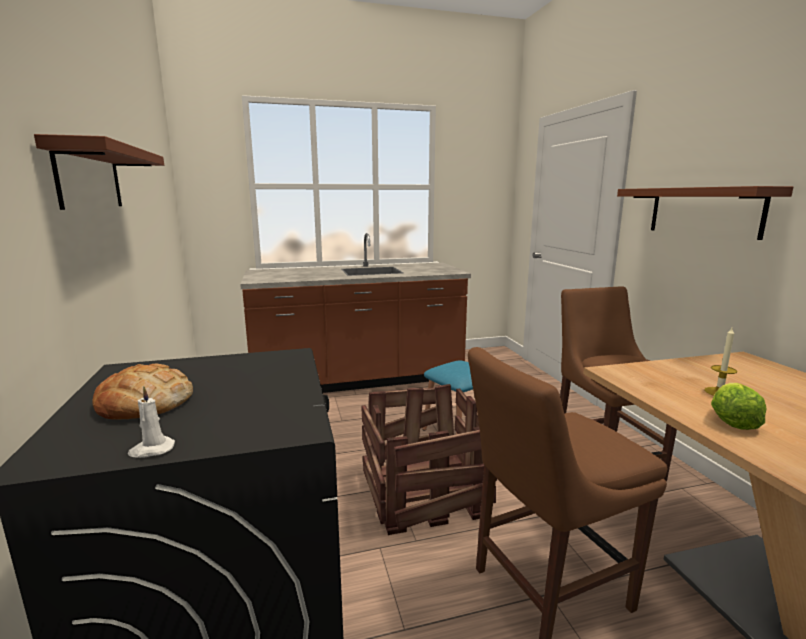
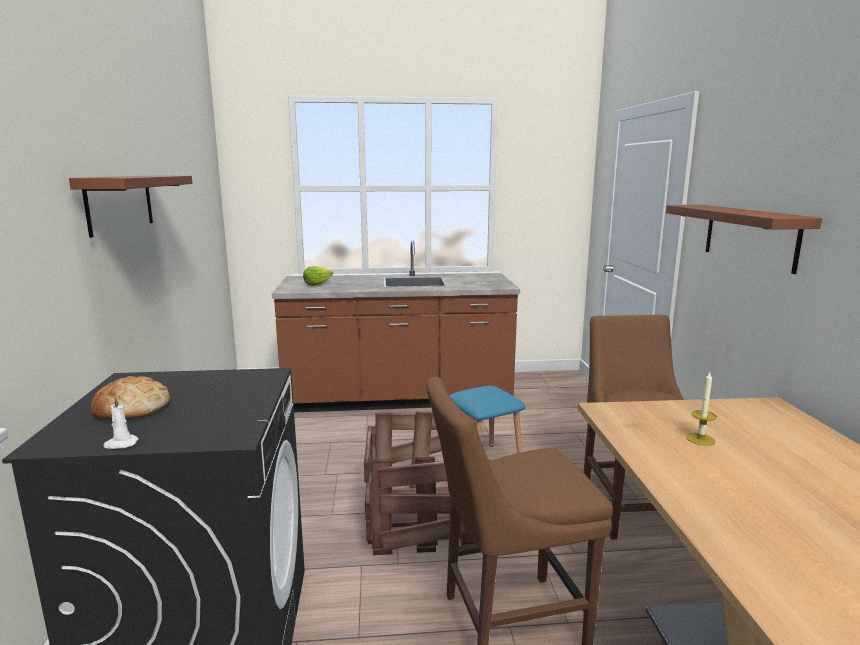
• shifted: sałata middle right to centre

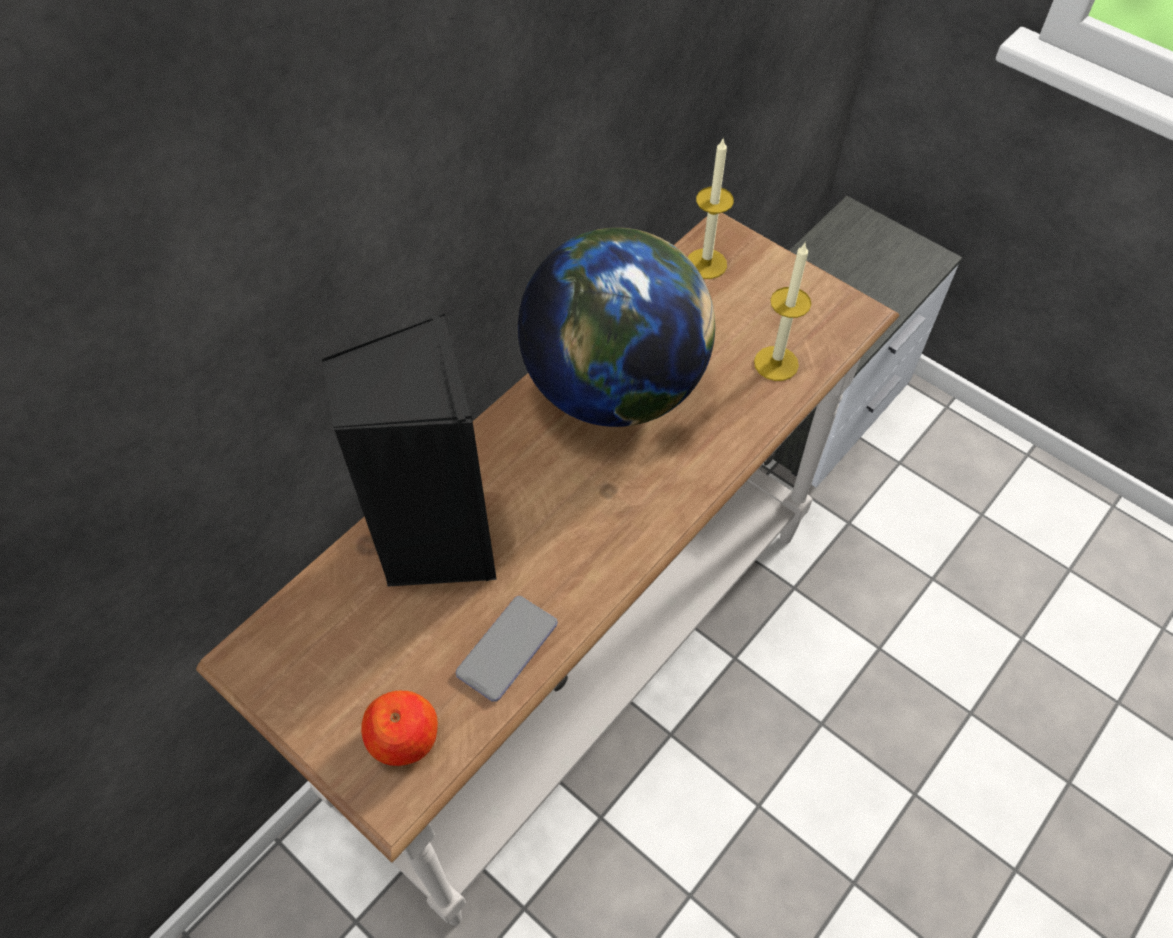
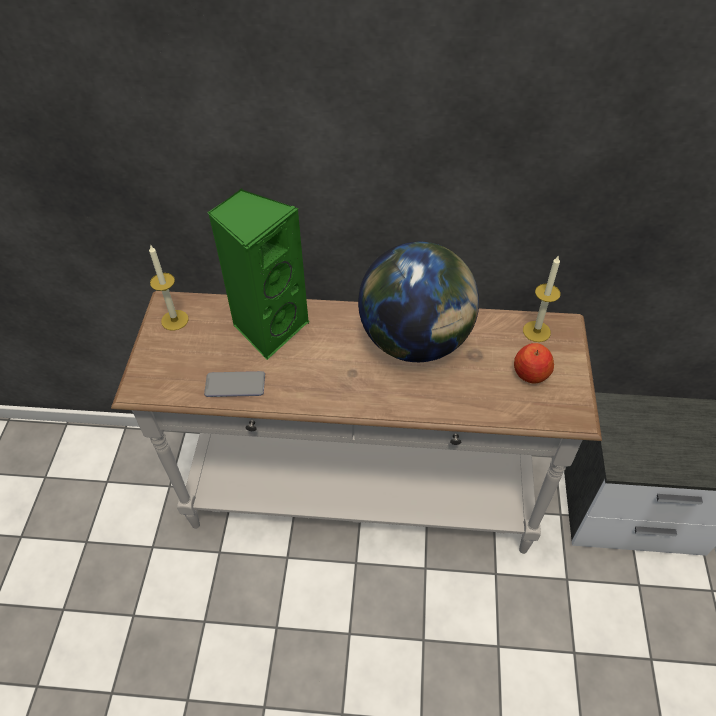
• shifted: świeca (no. 2 from left in the first image) top right to świeca (no. 1 from left) middle left
• repainted: głośnik [czarny] centre to głośnik [zielony] centre
• shifted: jabłko bottom centre to middle right

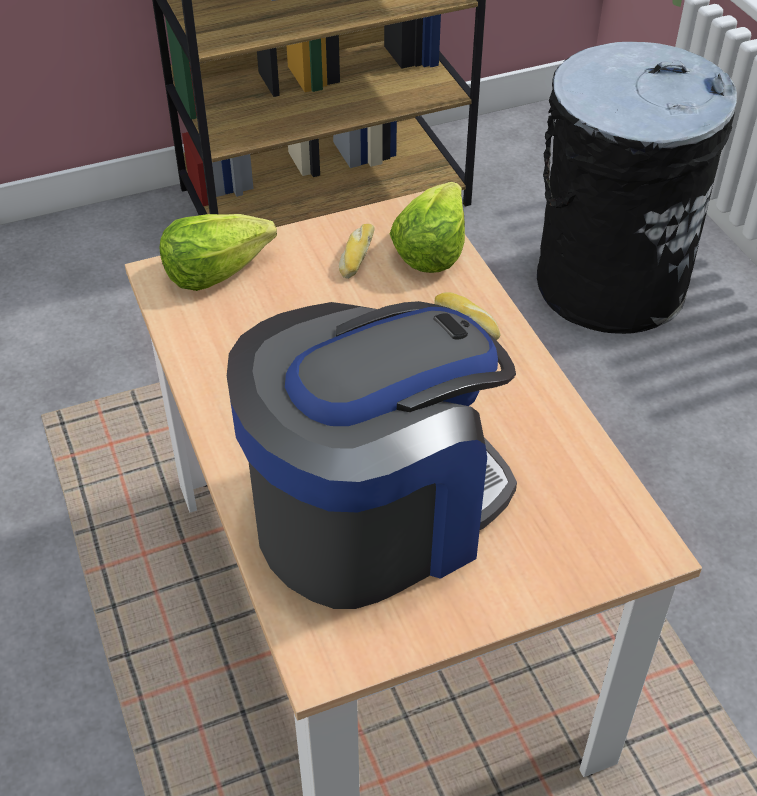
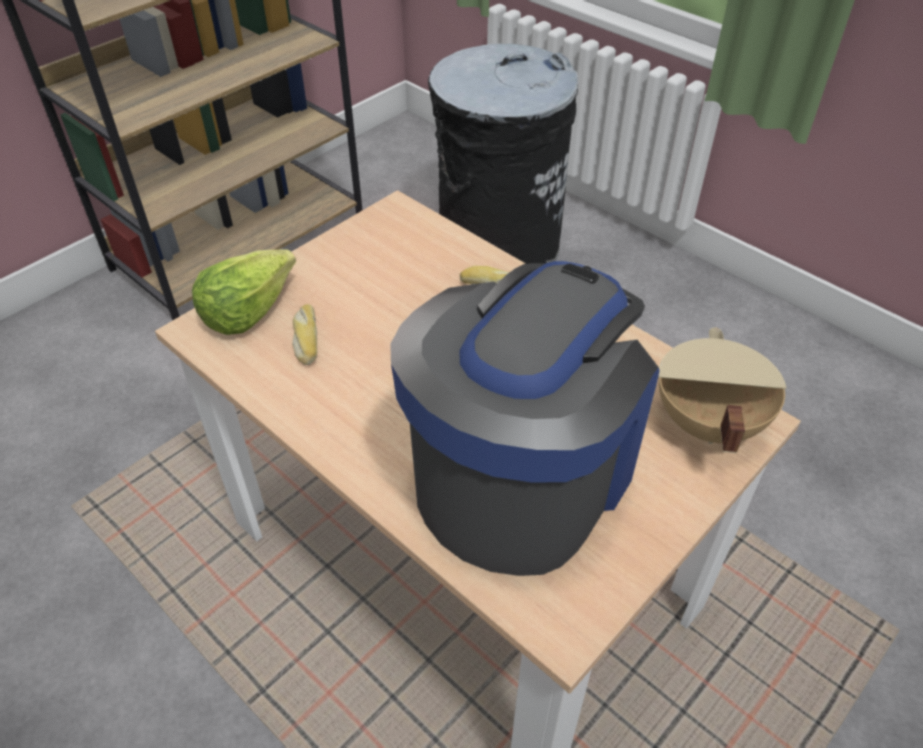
• gone: sałata (no. 2 from left) top centre
• shifted: chleb (no. 1 from left) top centre to middle left
• new: garnek [beżowy] middle right

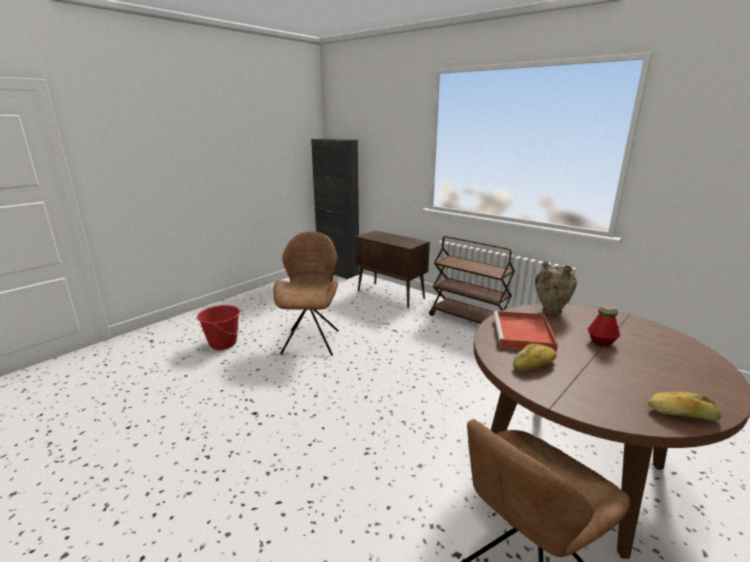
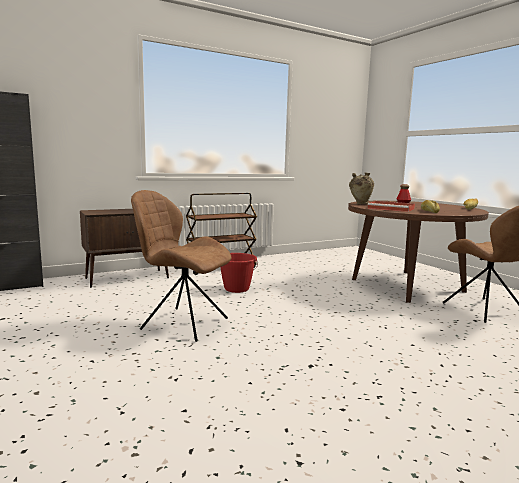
• shifted: wiadro [czerwony] middle left to centre

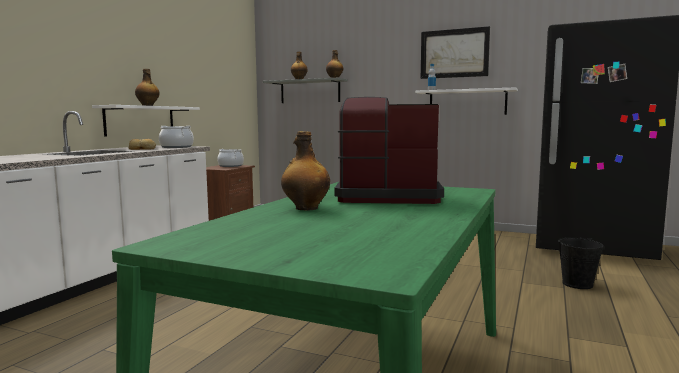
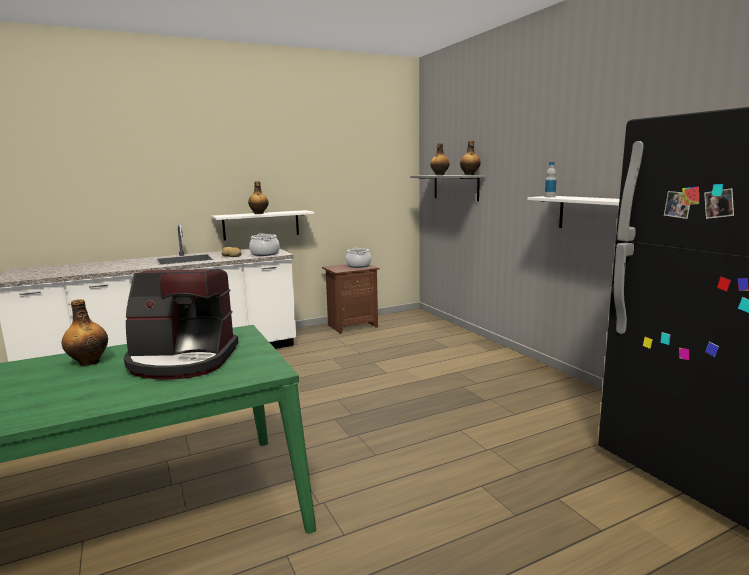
• gone: obraz top right
• rotated: ekspres do kawy centre = middle left 135 degrees clockwise
• gone: wiadro [czarny] bottom right

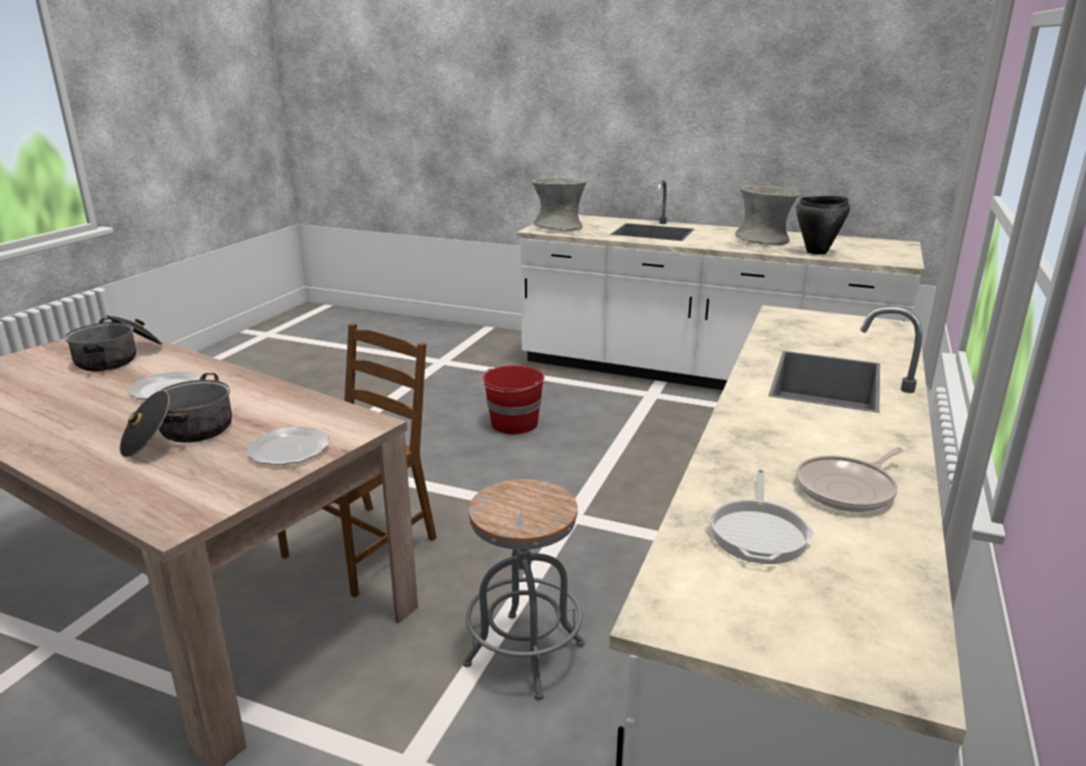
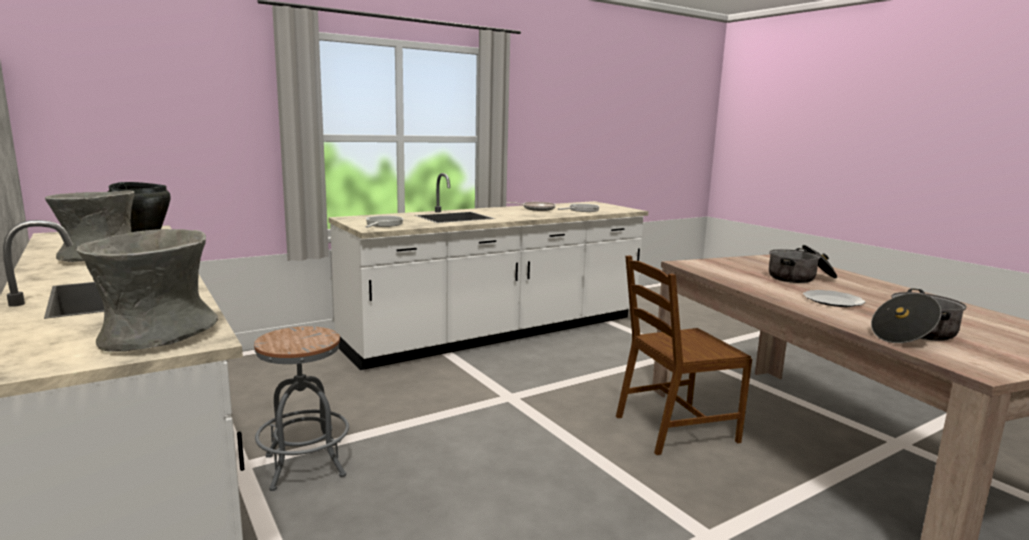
• gone: wiadro [czerwony] centre
• gone: talerz (no. 2 from left) middle left
• shifted: stołek [szary] bottom centre to bottom left
• new: patelnia (no. 1 from left) centre

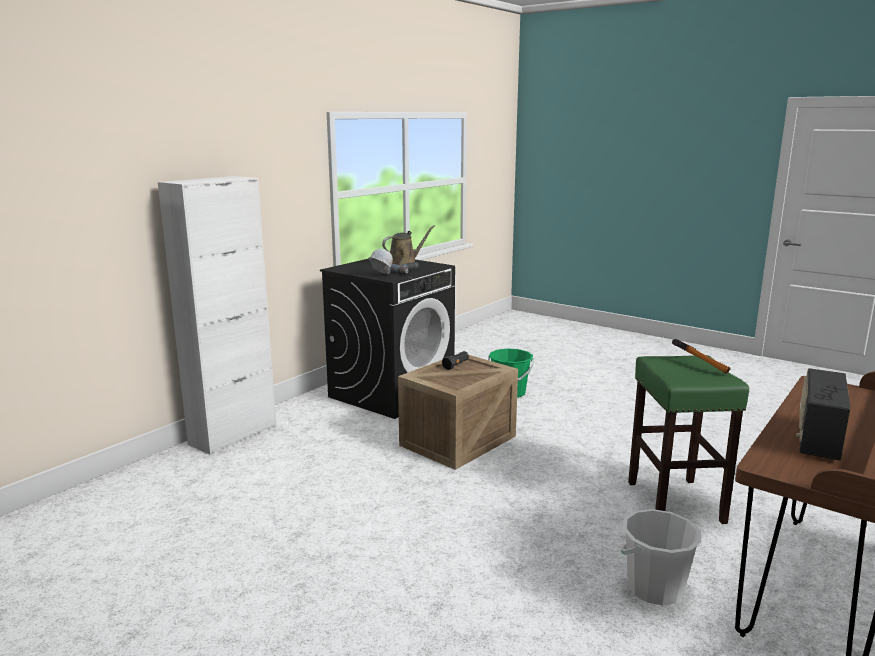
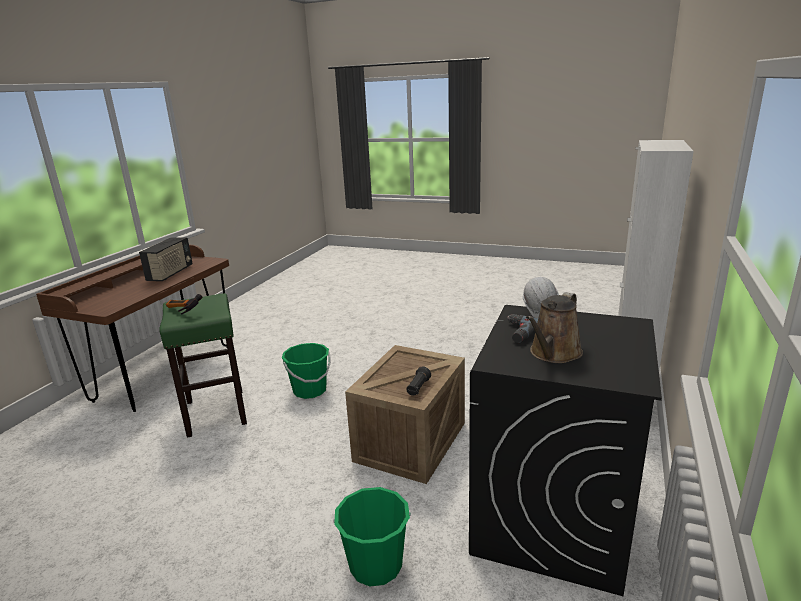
• gone: wiadro [biały] bottom right
• new: wiadro [zielony] (no. 1 from left) centre

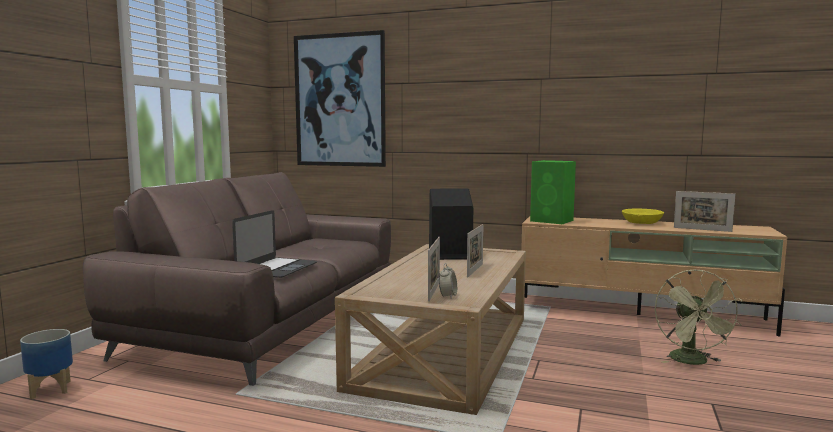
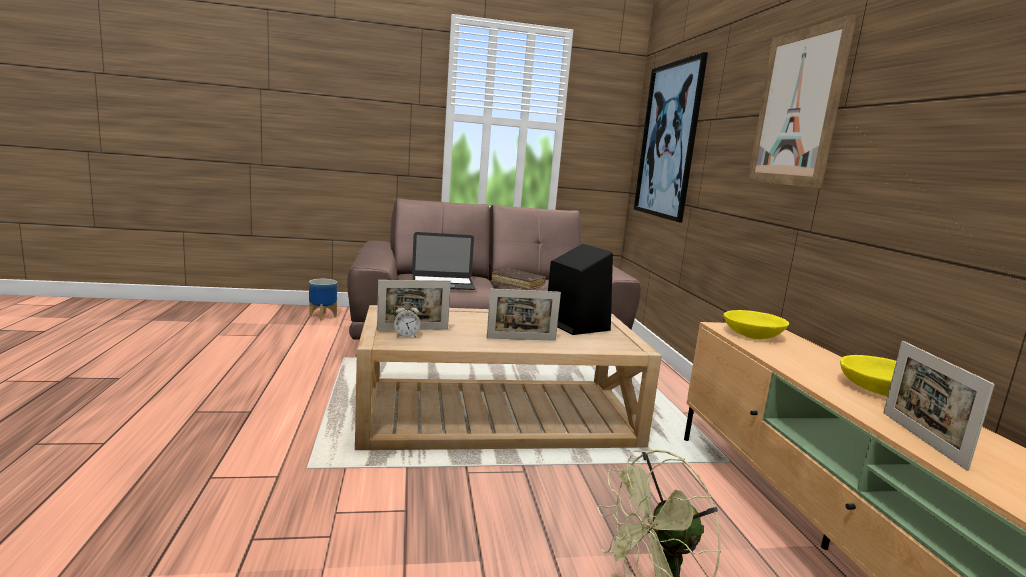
• swapped: głośnik [zielony] centre to miska [żółty] (no. 1 from left) middle right
• new: obraz (no. 2 from left) top right
• new: książka [brązowy] centre

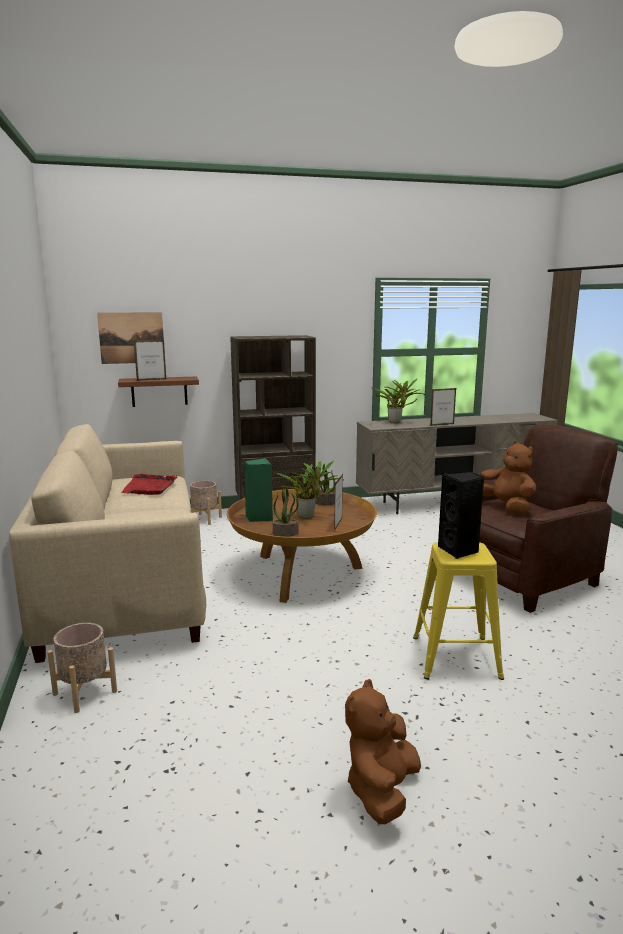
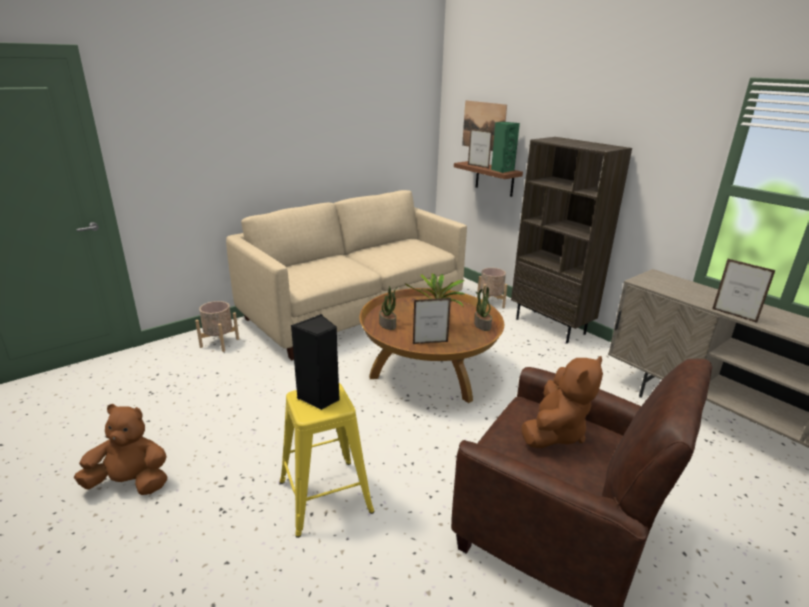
• gone: roślina doniczkowa (no. 4 from left) centre
• shifted: głośnik [zielony] centre to top centre
• gone: taca [czerwony] middle left

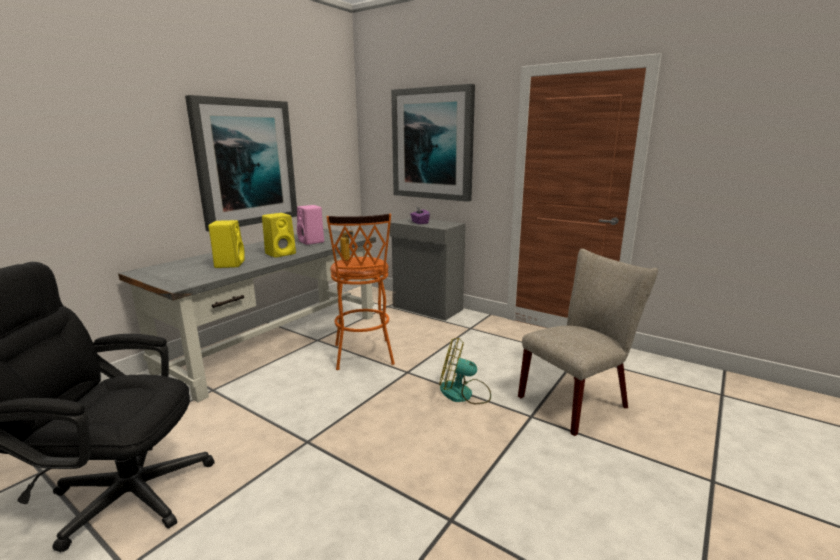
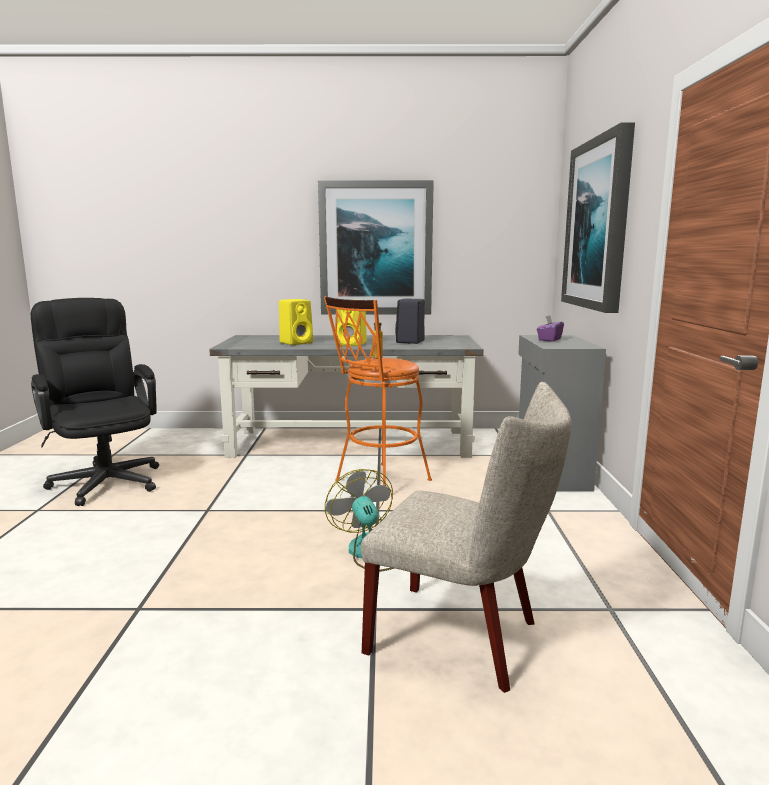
• repainted: głośnik [różowy] centre to głośnik [czarny] centre

